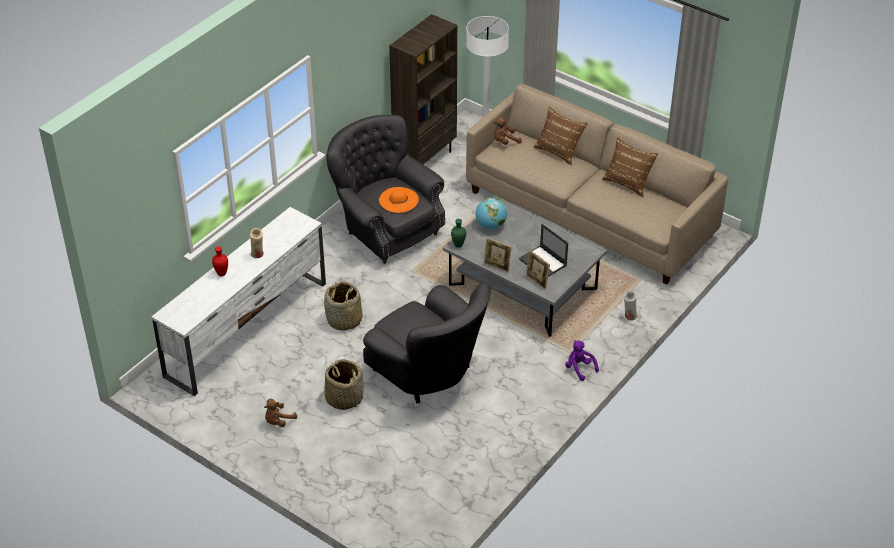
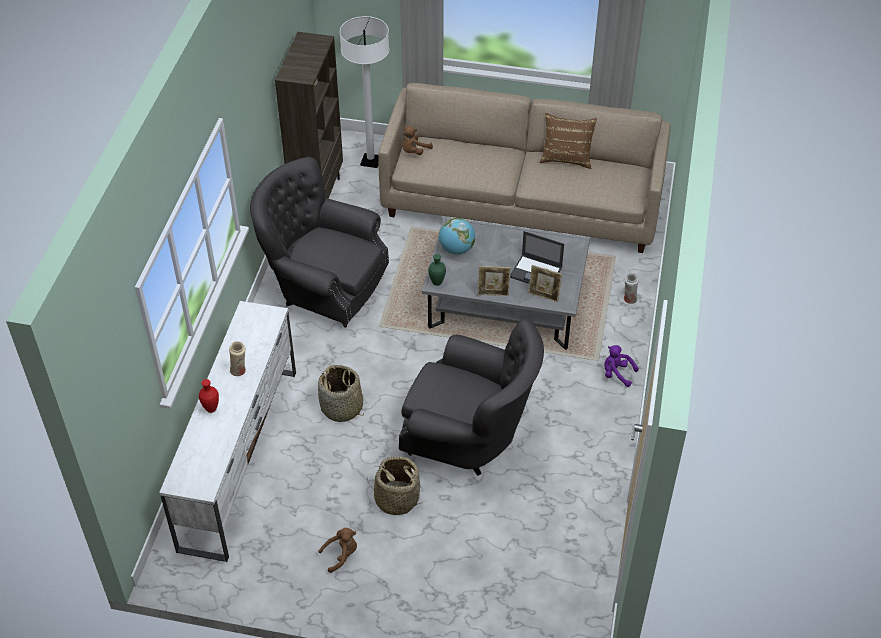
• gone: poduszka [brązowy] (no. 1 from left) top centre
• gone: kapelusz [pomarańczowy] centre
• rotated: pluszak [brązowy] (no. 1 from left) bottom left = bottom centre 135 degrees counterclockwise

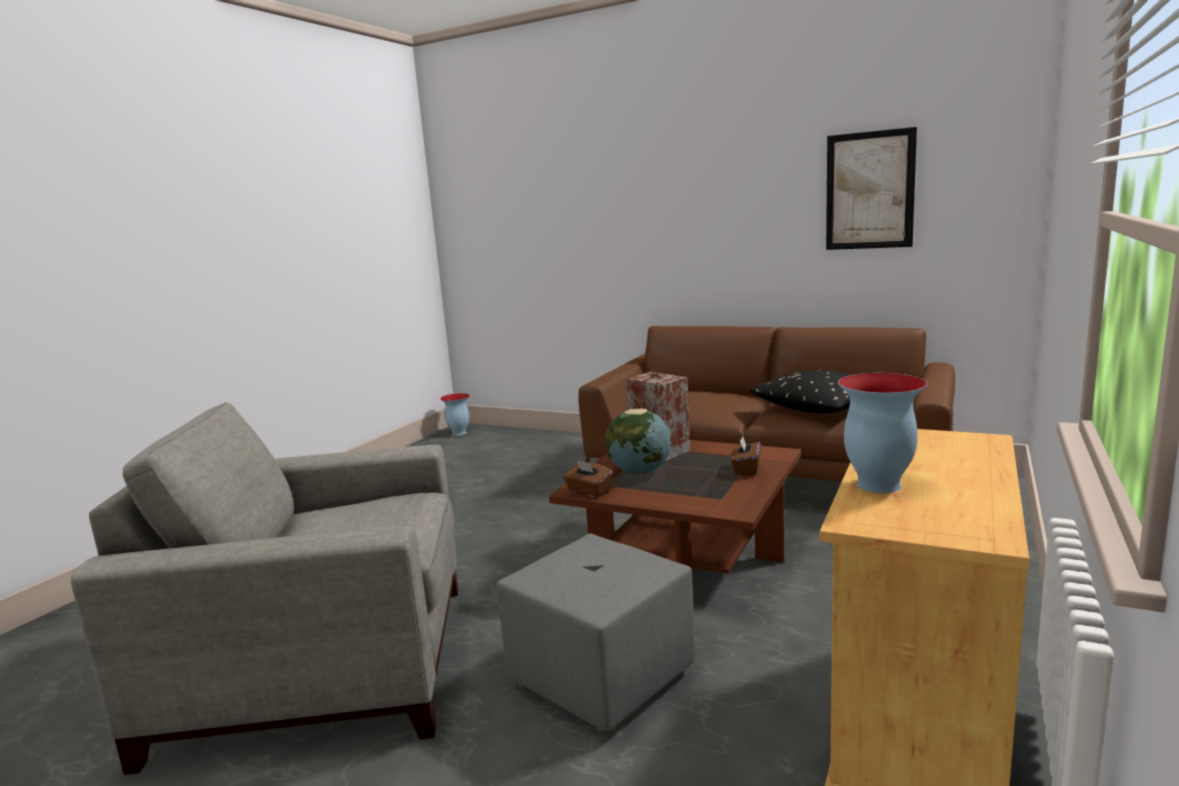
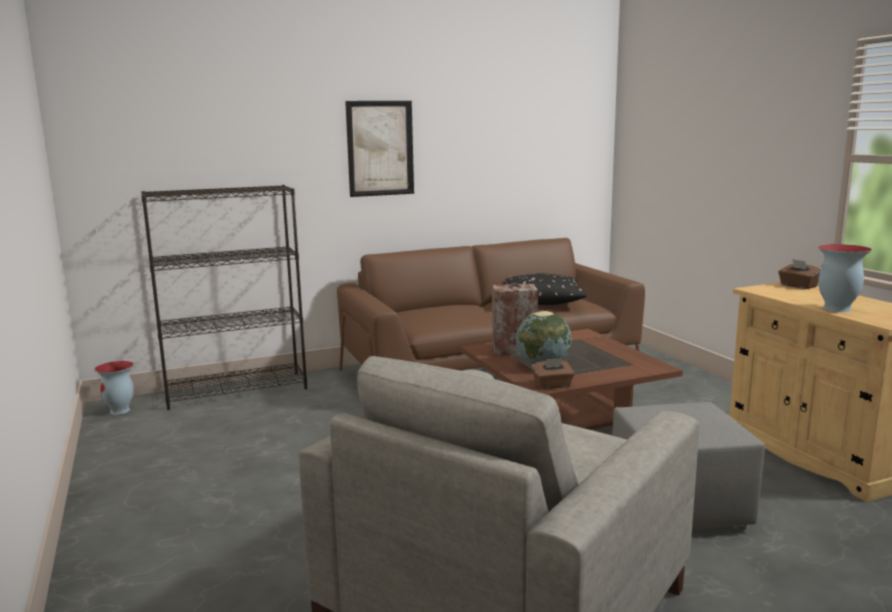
• shifted: obraz top right to top centre
• shifted: pudełko chusteczek [brązowy] (no. 2 from left) centre to middle right
• new: regał [czarny] middle left

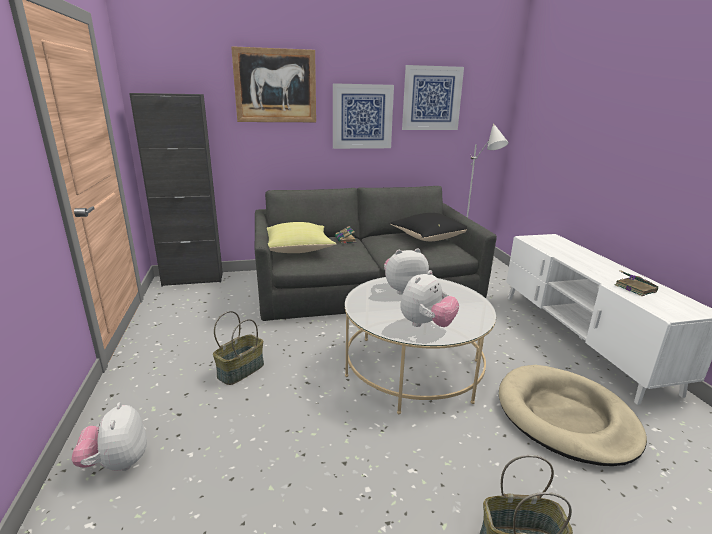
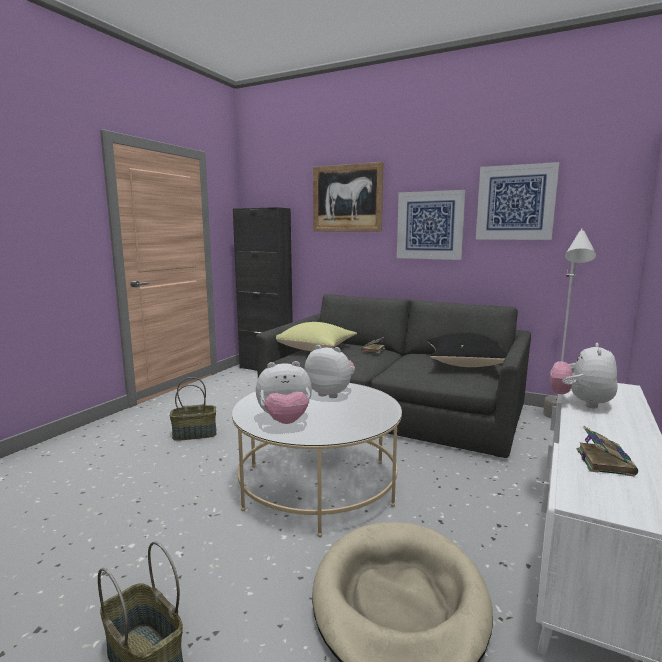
• shifted: pluszak (no. 1 from left in the first image) bottom left to pluszak (no. 3 from left) middle right

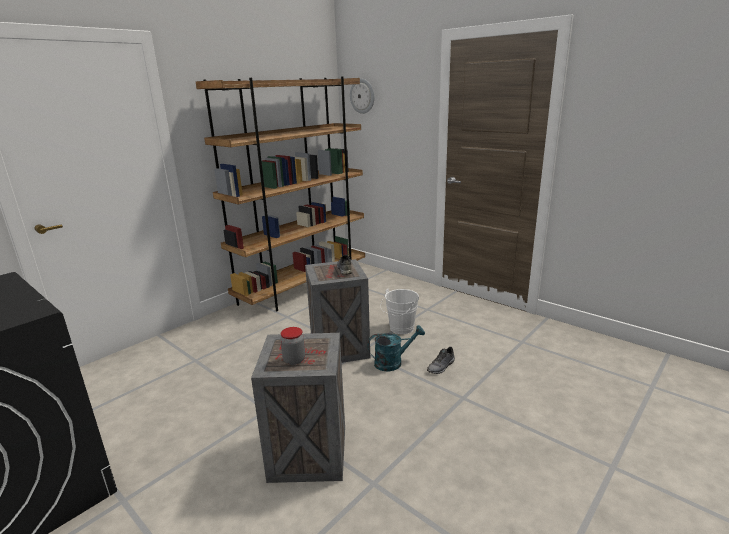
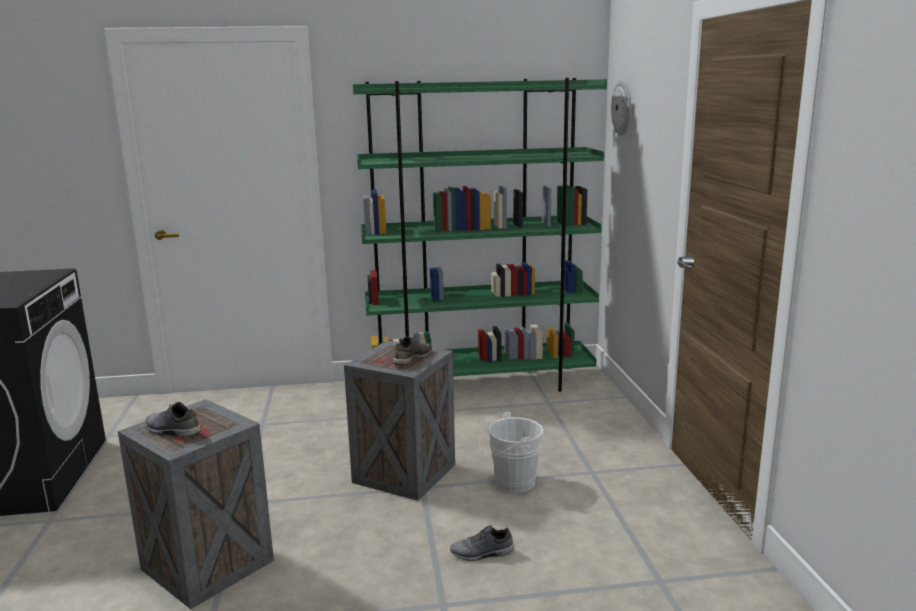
• repainted: regał [brązowy] centre to regał [zielony] centre
• gone: konewka [turkusowy] centre
• swapped: słoik centre to but [szary] (no. 1 from left) bottom left

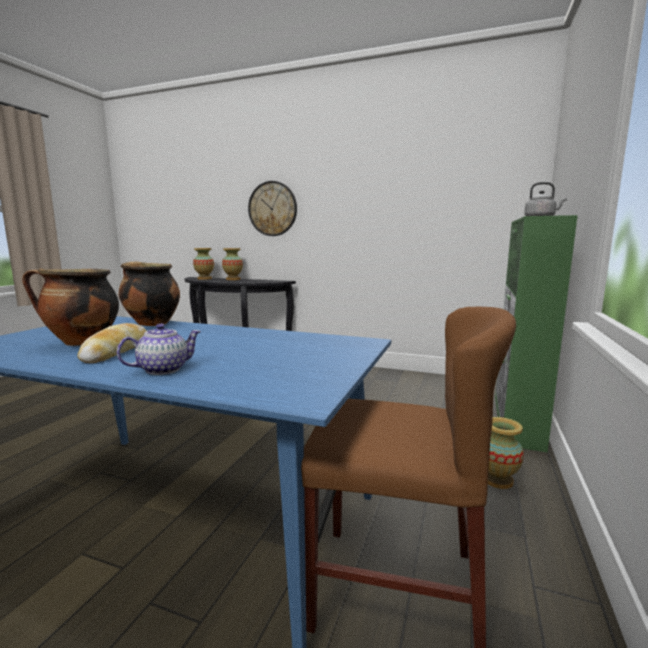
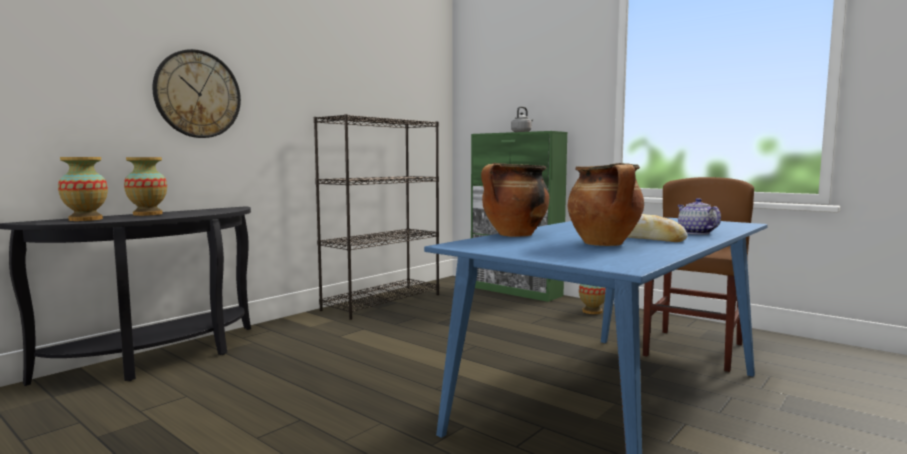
• new: regał [czarny] centre

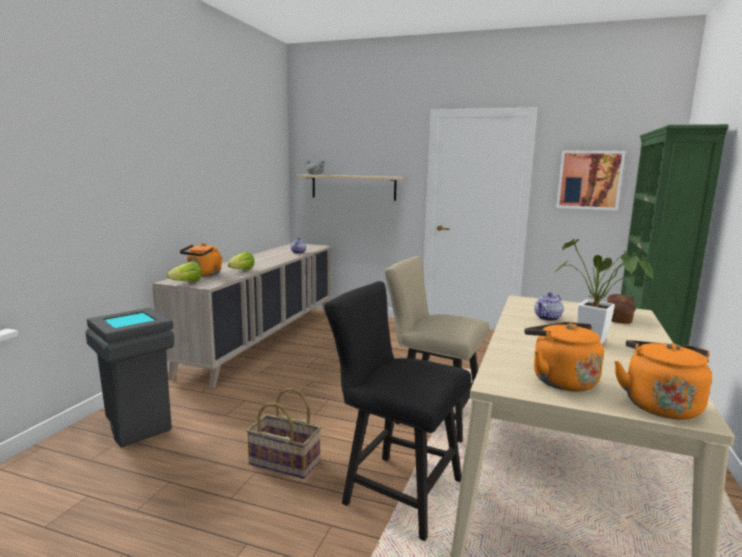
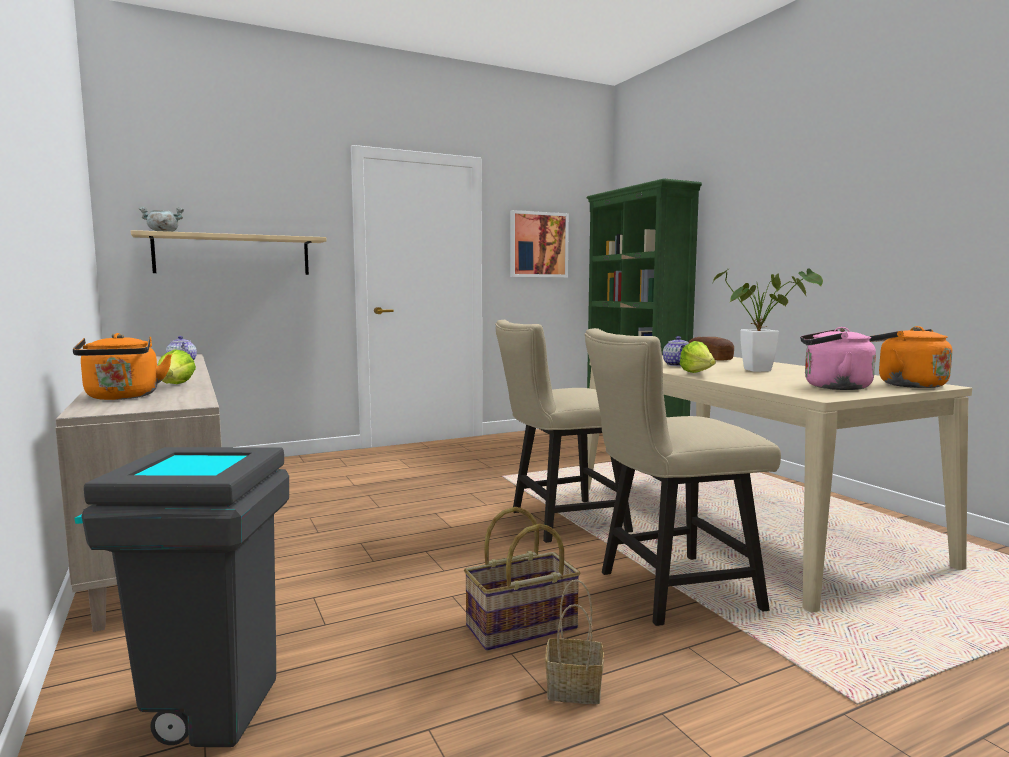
• shifted: sałata (no. 1 from left in the first image) middle left to sałata (no. 2 from left) middle right
• repainted: krzesło [czarny] bottom centre to krzesło [beżowy] (no. 2 from left) middle right
• repainted: czajnik [pomarańczowy] (no. 2 from left) middle right to czajnik [różowy] middle right
• new: koszyk (no. 2 from left) bottom centre

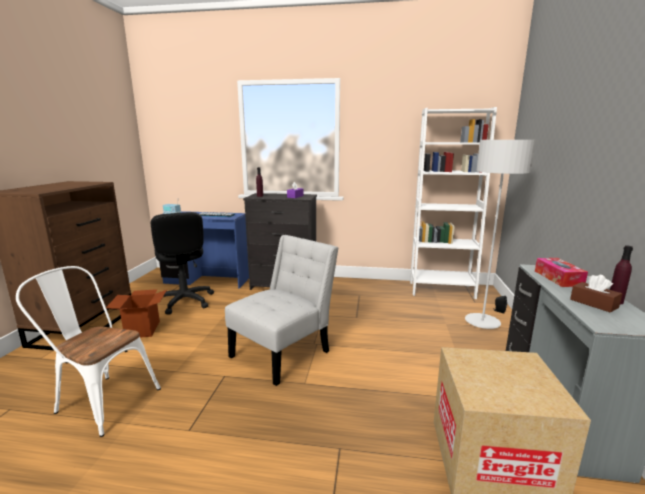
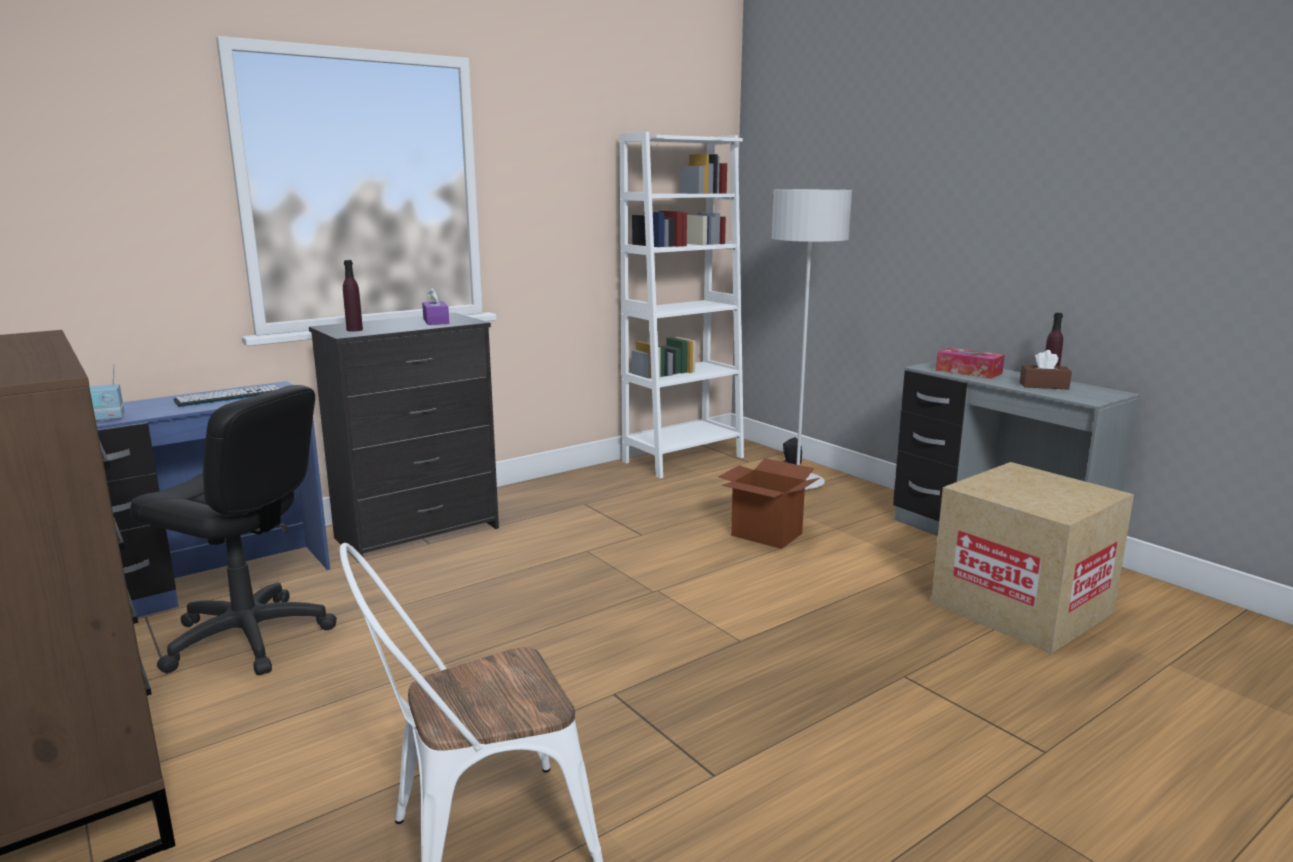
• gone: krzesło [biały] (no. 2 from left) centre
• shifted: karton (no. 1 from left) middle left to centre

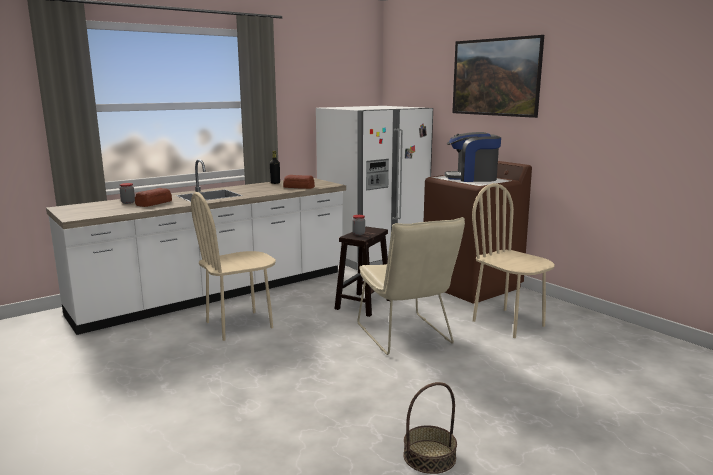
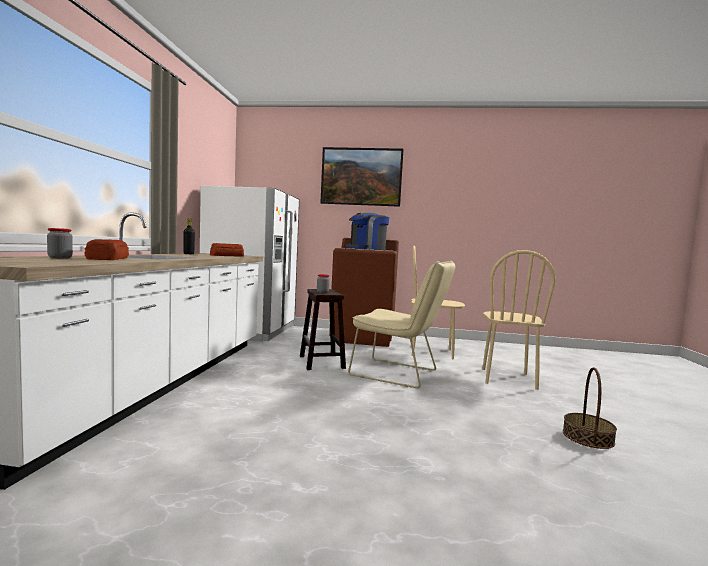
• shifted: krzesło [beżowy] (no. 1 from left in the first image) middle left to krzesło [beżowy] (no. 3 from left) middle right

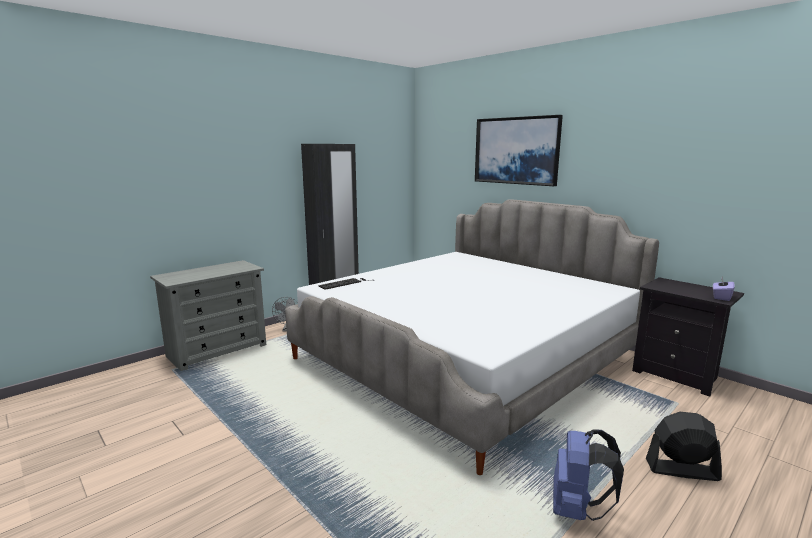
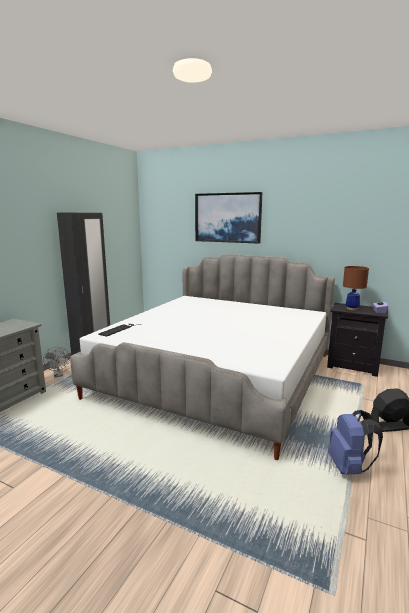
• new: lampa stołowa [brązowy] middle right

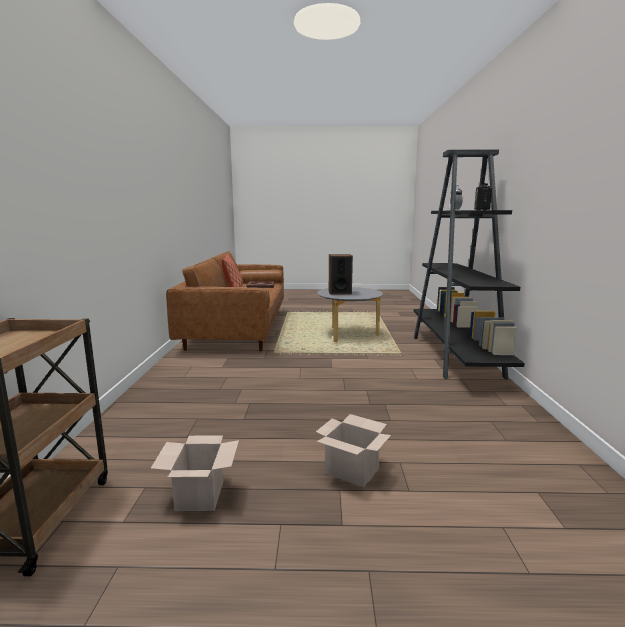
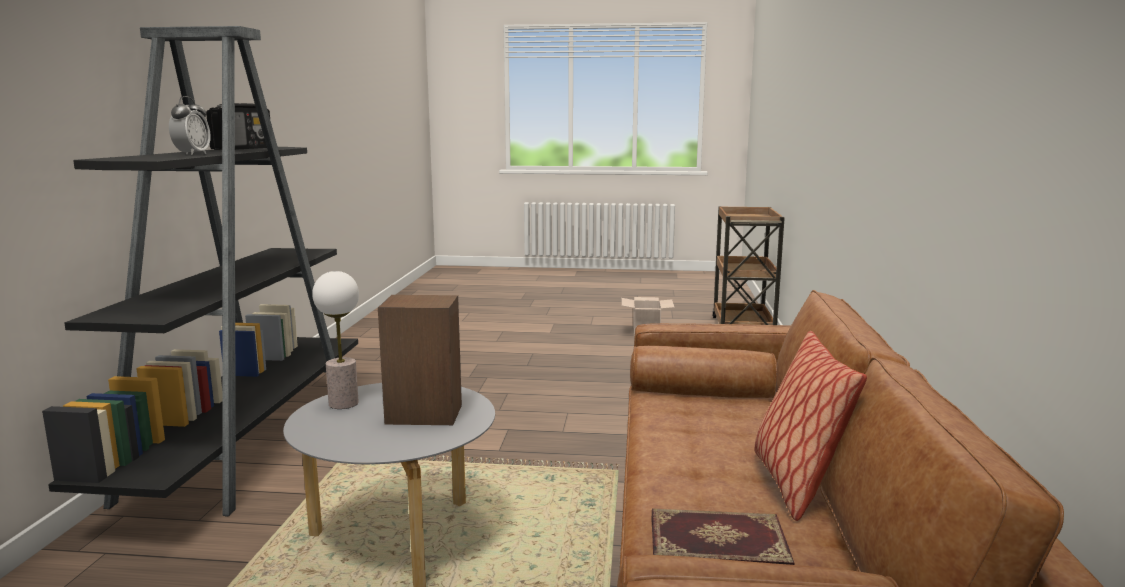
• gone: karton (no. 2 from left) bottom centre
• new: lampa stołowa middle left

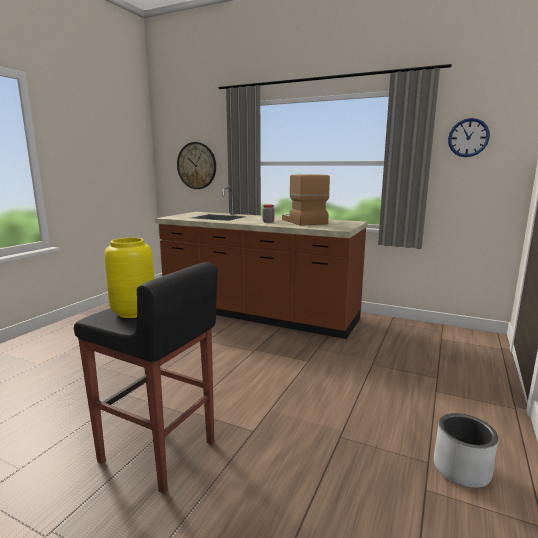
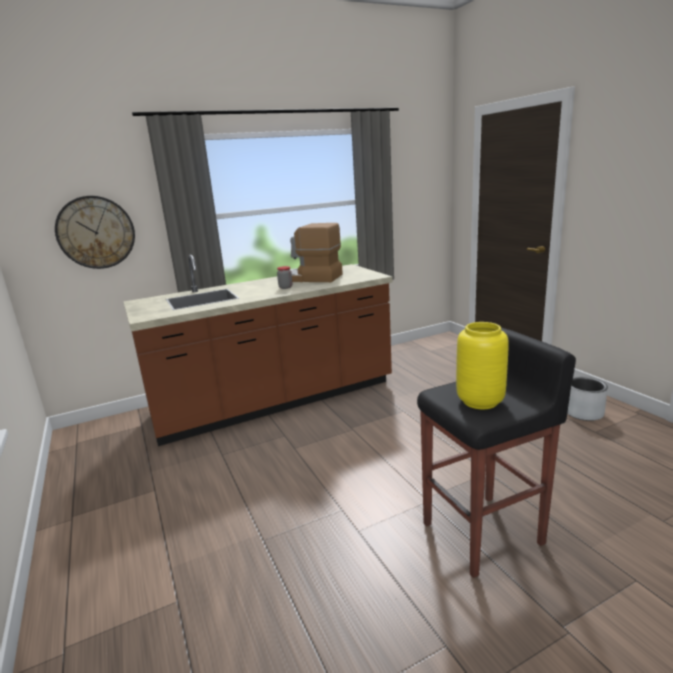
• gone: zegar ścienny (no. 2 from left) top right

